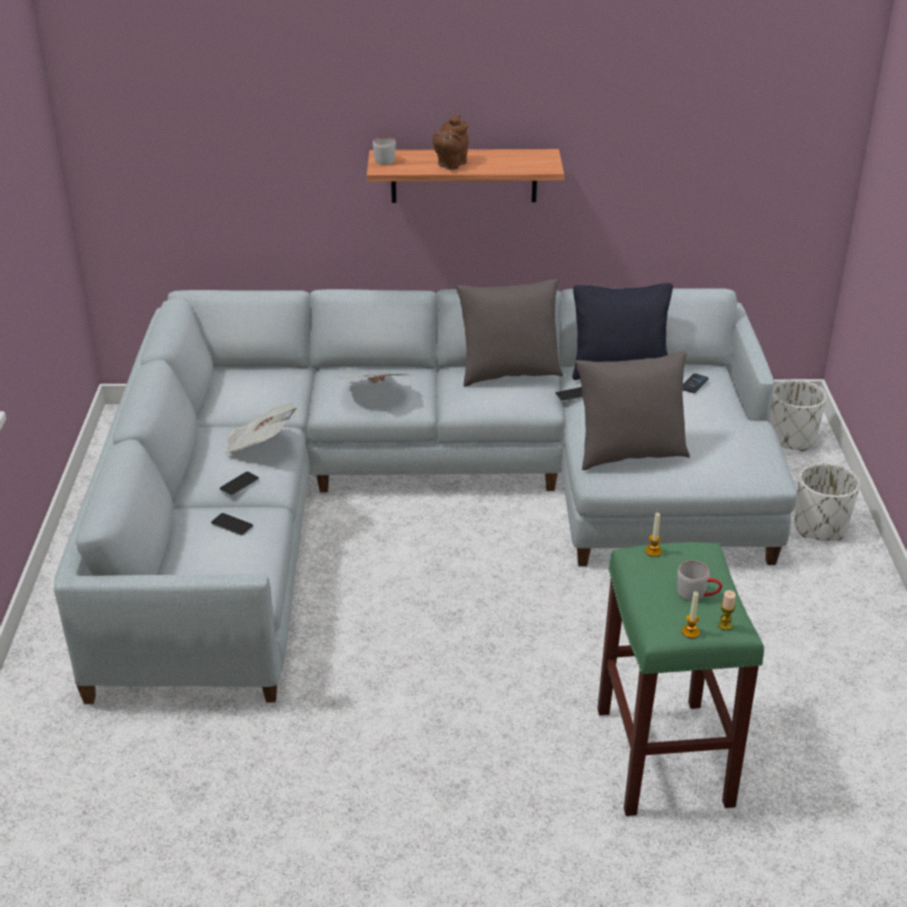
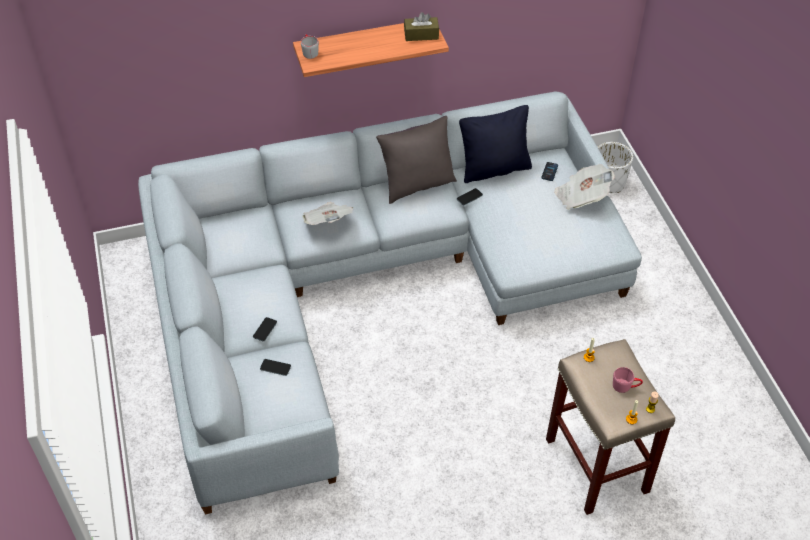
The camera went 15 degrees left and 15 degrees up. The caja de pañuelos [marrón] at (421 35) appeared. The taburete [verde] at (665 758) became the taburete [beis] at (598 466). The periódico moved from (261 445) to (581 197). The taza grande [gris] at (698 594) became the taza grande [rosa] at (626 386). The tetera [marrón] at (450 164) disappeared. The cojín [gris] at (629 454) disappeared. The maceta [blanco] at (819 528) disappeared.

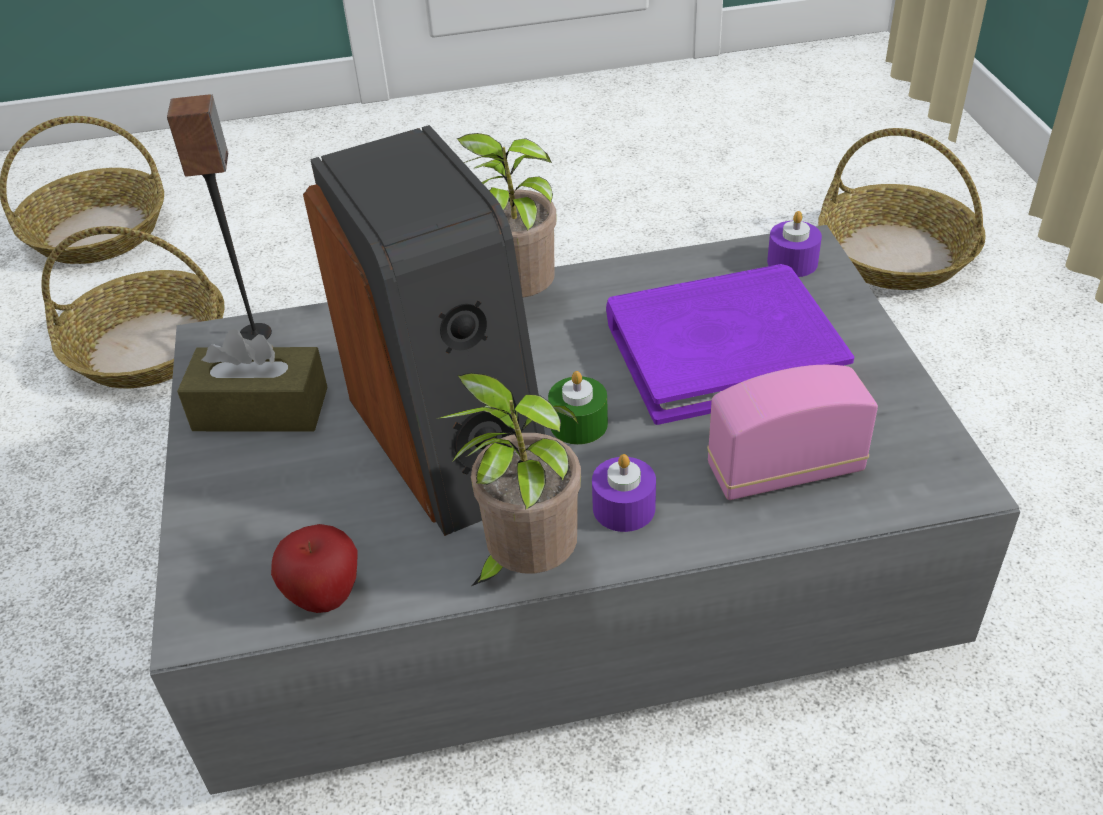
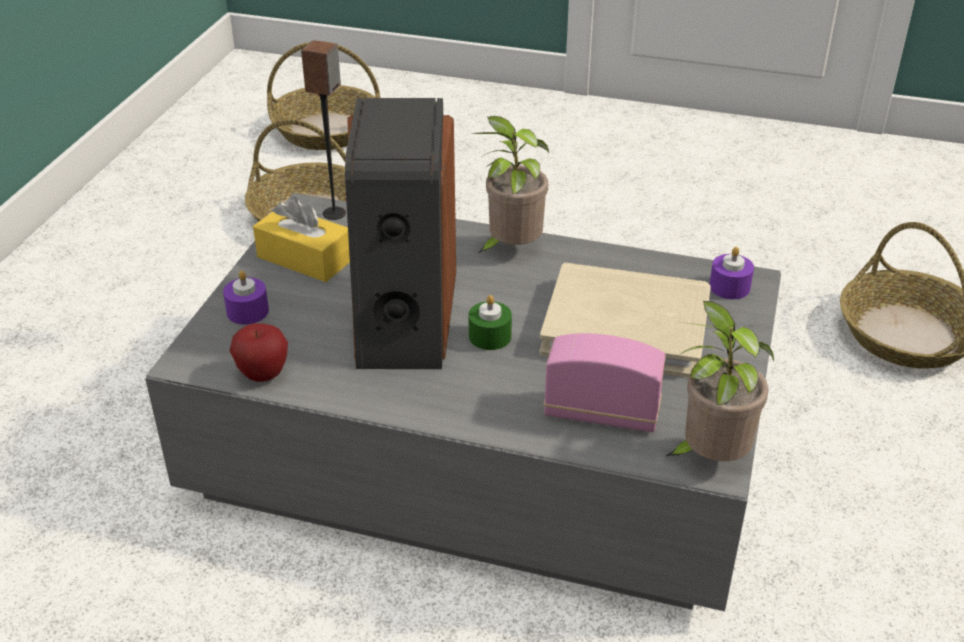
The camera went 25 degrees right and 5 degrees down. The vela [morado] moved from (624 508) to (247 311). The caja de pañuelos [marrón] at (260 409) became the caja de pañuelos [amarillo] at (305 258). The libro [morado] at (723 350) became the libro [beis] at (626 326). The planta en maceta moved from (526 566) to (709 458).

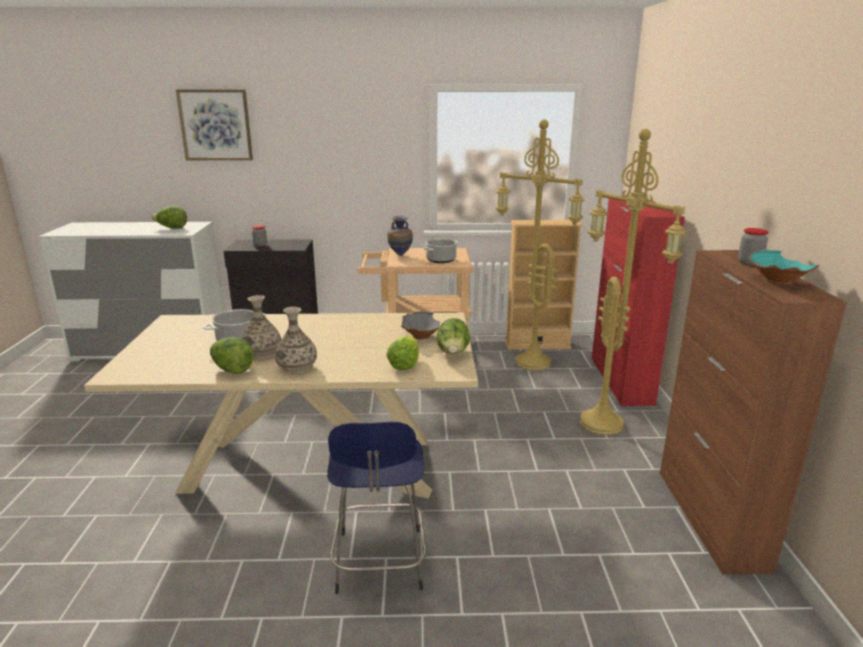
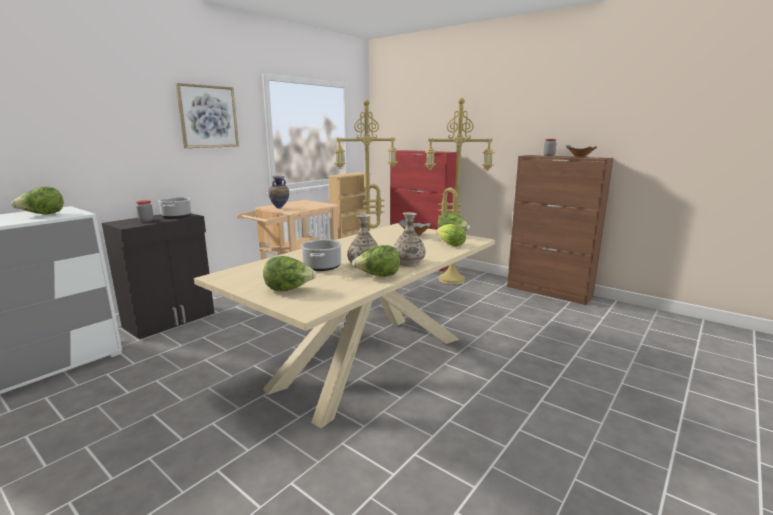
The camera went 50 degrees left and 5 degrees down. The olla moved from (441 260) to (176 216). The cuadro moved from (215 125) to (208 117). The lechuga at (289 290) appeared. The taburete [azul] at (379 563) disappeared.

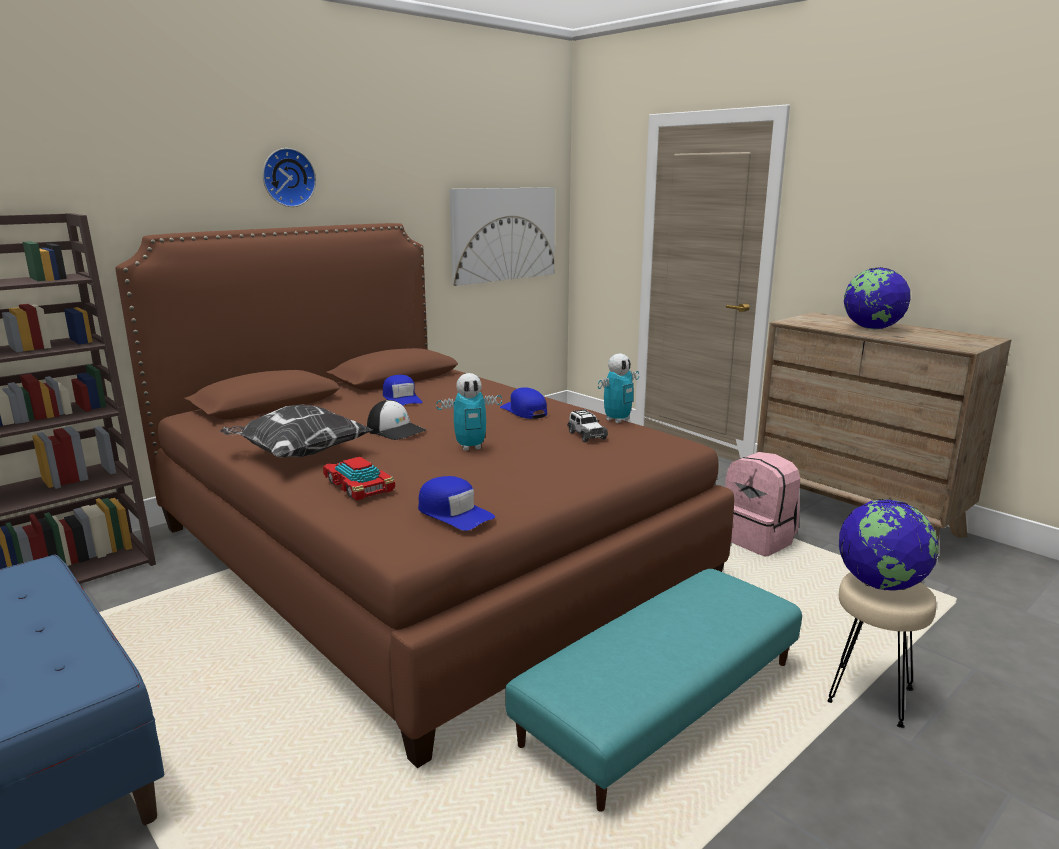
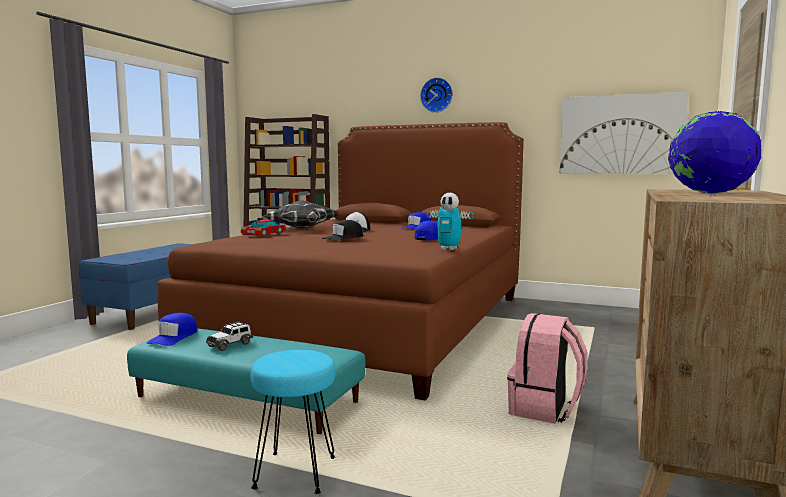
The camera went 65 degrees right and 10 degrees down. The gorra [azul] moved from (454 513) to (174 337). The coche de juguete moved from (586 435) to (230 345). The taburete [beis] at (870 695) became the taburete [turquesa] at (296 473). The robot de juguete at (470 447) was replaced by the gorra [negro] at (343 238). The globo terráqueo at (881 584) disappeared.

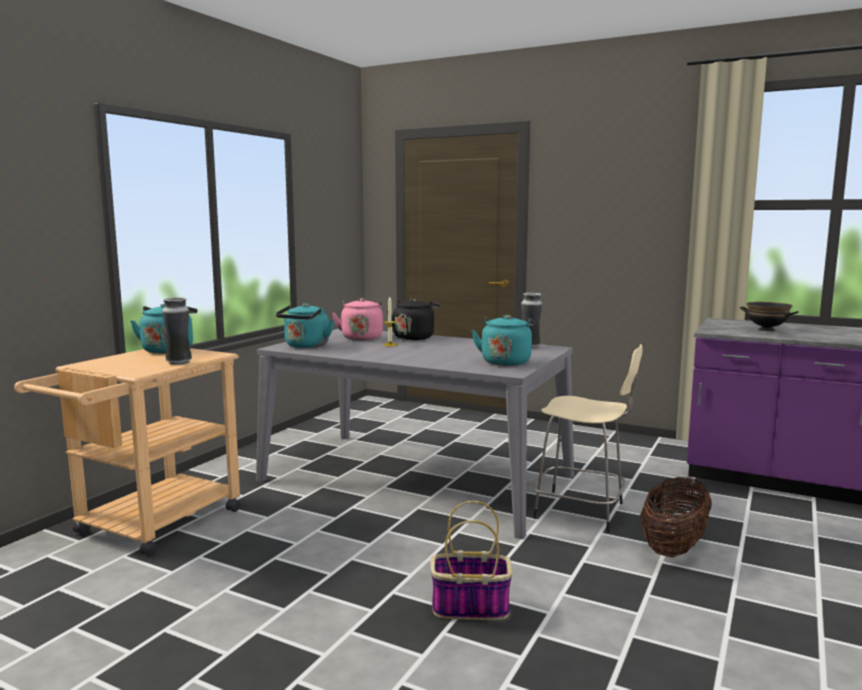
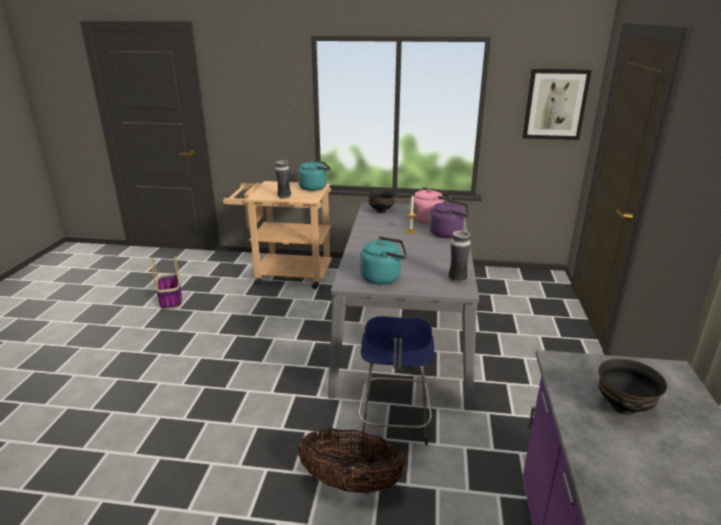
The camera went 70 degrees right and 15 degrees up. The cesta moved from (469 608) to (171 300). The taburete [beis] at (582 511) became the taburete [azul] at (394 422). The hervidor [turquesa] at (306 346) was replaced by the cuenco [negro] at (381 211). The hervidor [negro] at (414 337) became the hervidor [morado] at (448 233). The cuadro at (555 104) appeared.

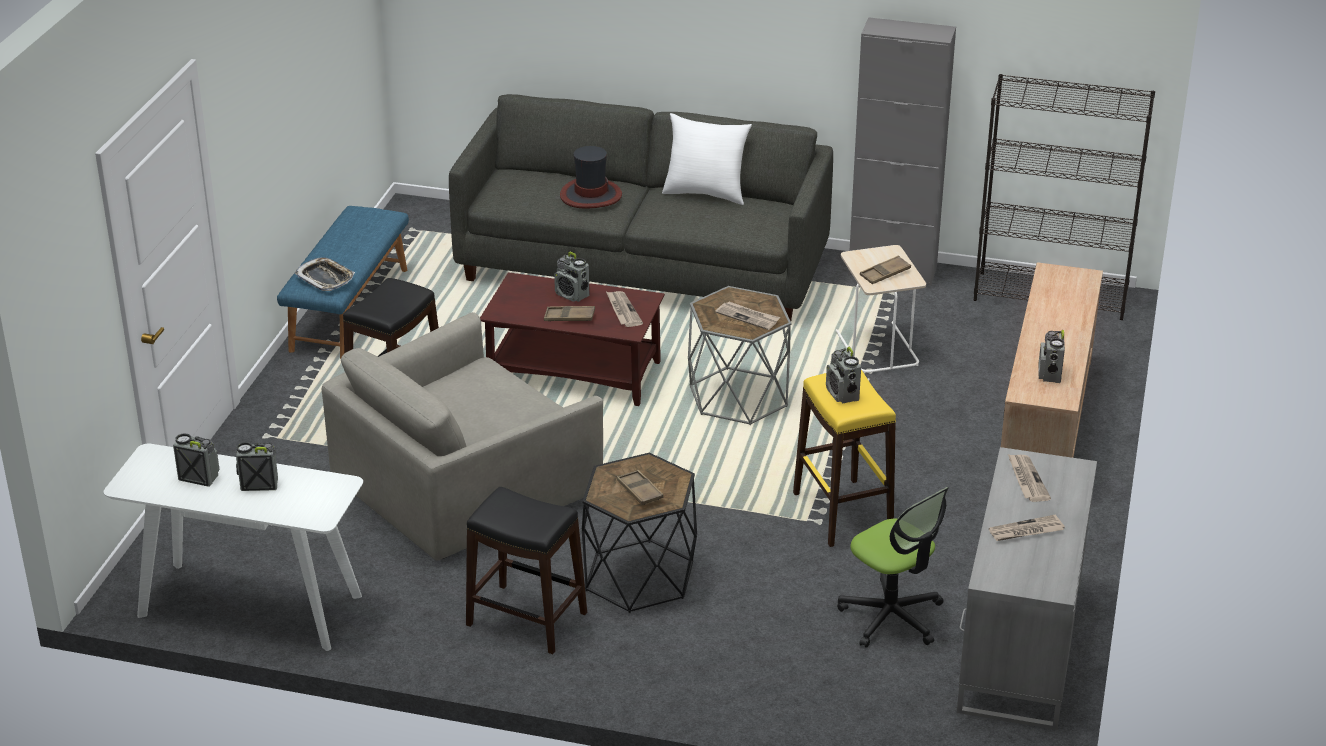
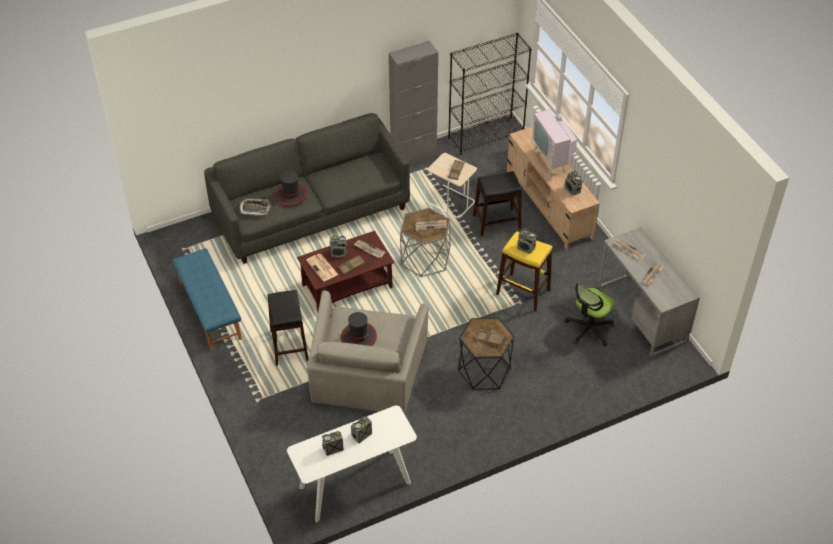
The camera went 40 degrees left and 15 degrees up. The bandeja moved from (325 278) to (255 208). The periódico at (322 268) appeared. The sombrero at (358 336) appeared. The taburete [negro] moved from (526 619) to (497 222). The televisor at (552 162) appeared. The silla de oficina at (892 617) turned 120 degrees clockwise. The cojín [blanco] at (705 193) disappeared.

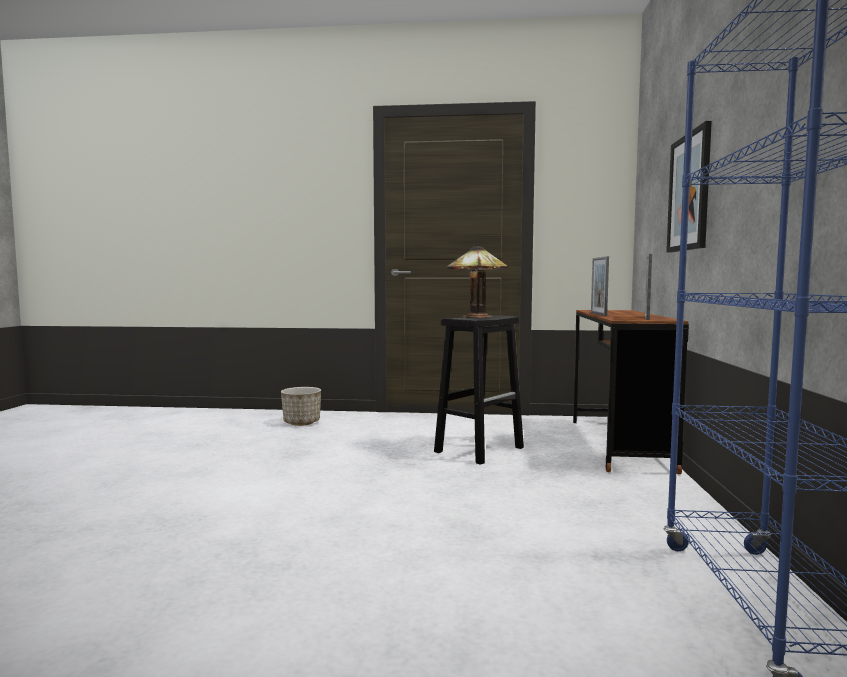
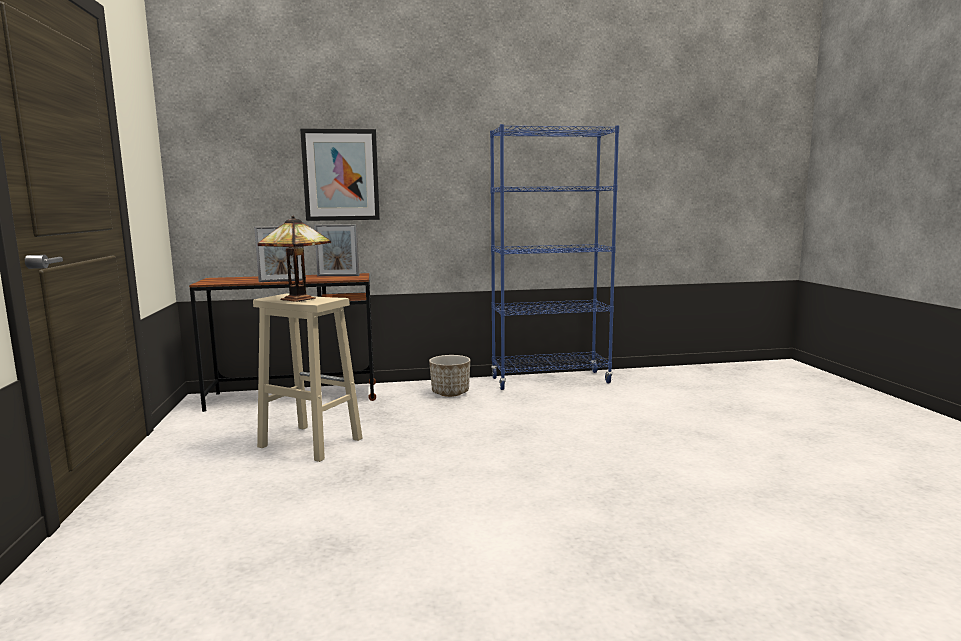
The camera went 105 degrees left and 5 degrees up. The taburete [negro] at (480 449) became the taburete [beis] at (309 442). The maceta moved from (301 422) to (450 393).

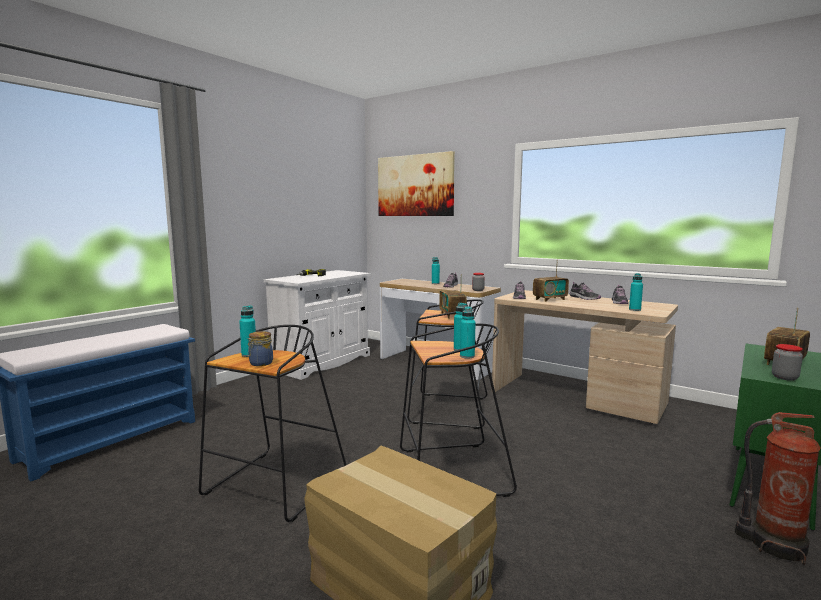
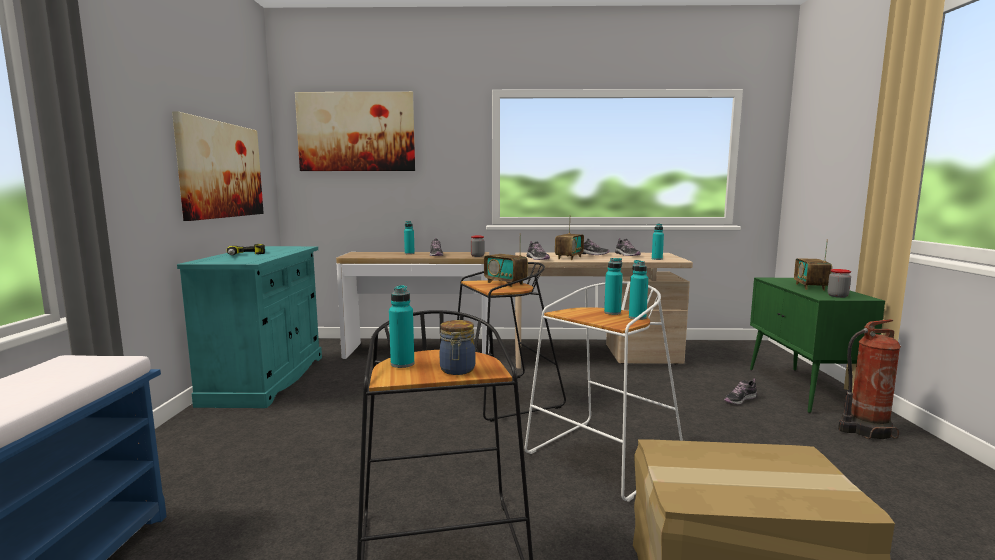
The camera went 35 degrees left and 0 degrees up. The cuadro at (221 170) appeared. The armario [blanco] at (322 362) became the armario [turquesa] at (266 379). The taburete [negro] at (451 472) became the taburete [blanco] at (603 459). The zapato at (739 399) appeared.

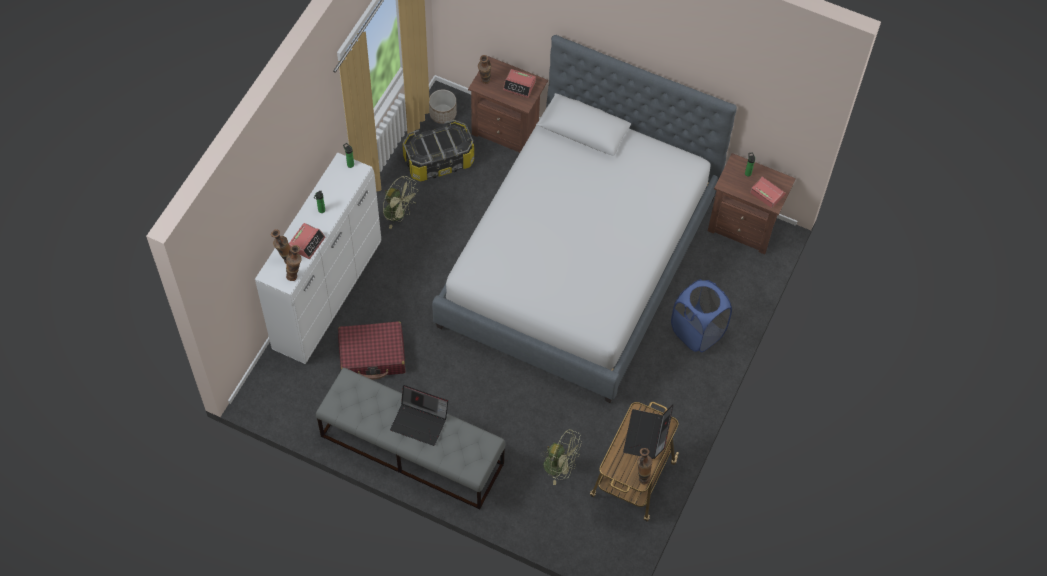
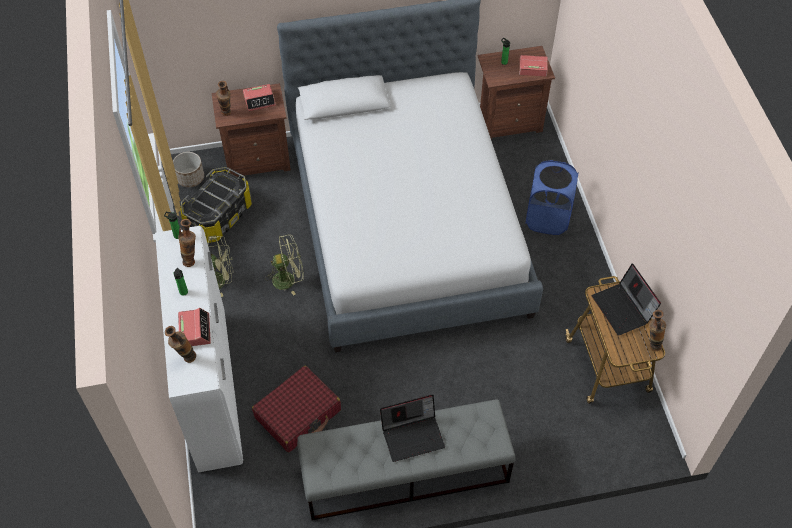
The camera went 35 degrees left and 5 degrees down. The florero moved from (295 276) to (191 260). The ventilador [verde] moved from (560 466) to (288 279).

